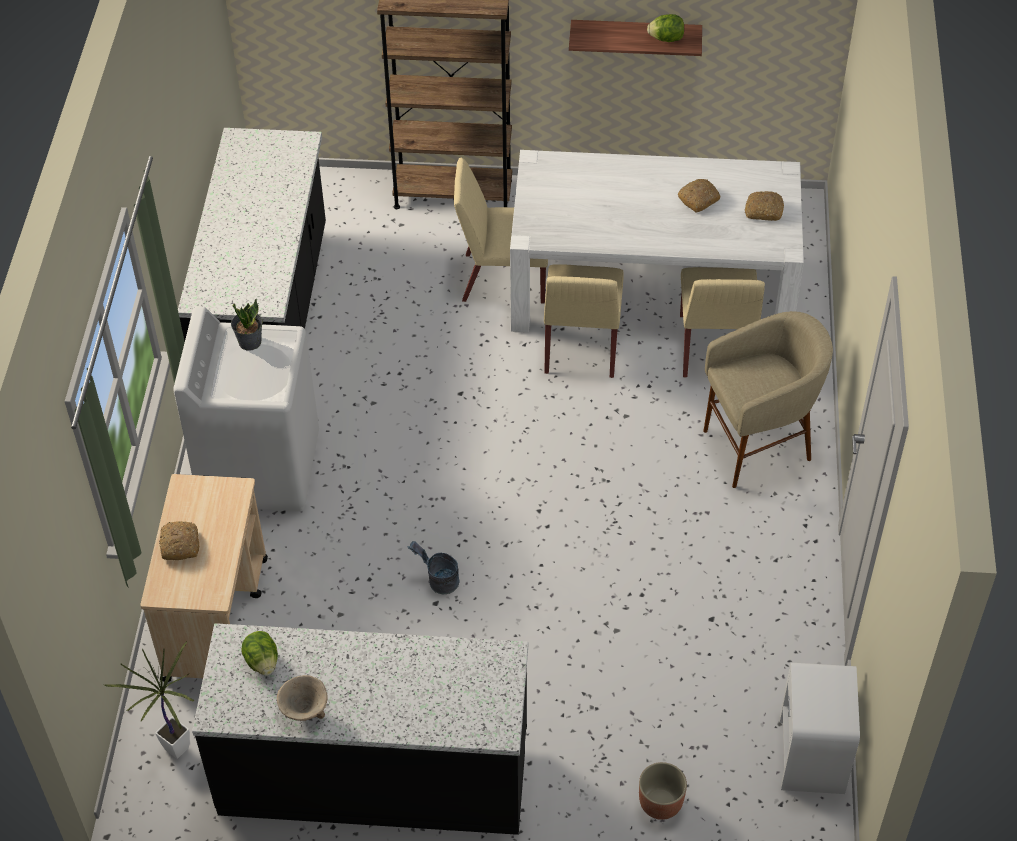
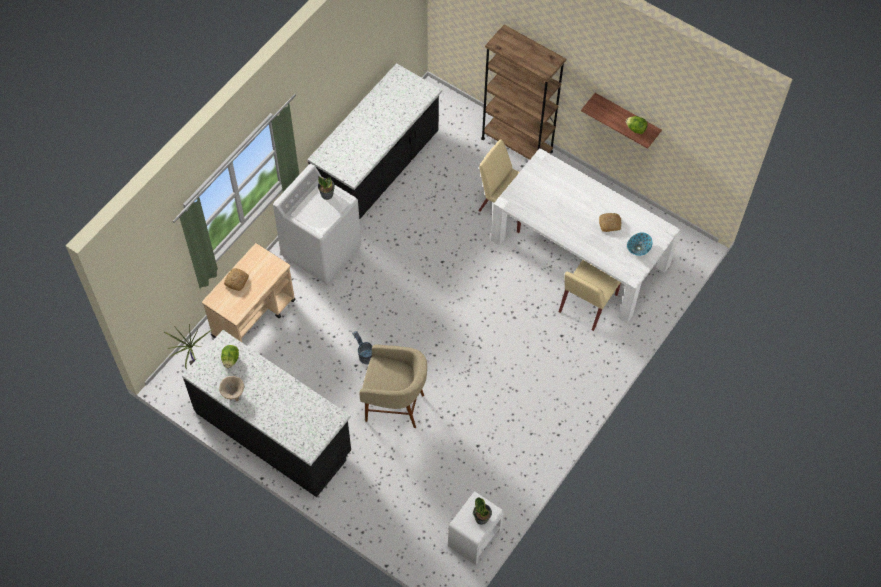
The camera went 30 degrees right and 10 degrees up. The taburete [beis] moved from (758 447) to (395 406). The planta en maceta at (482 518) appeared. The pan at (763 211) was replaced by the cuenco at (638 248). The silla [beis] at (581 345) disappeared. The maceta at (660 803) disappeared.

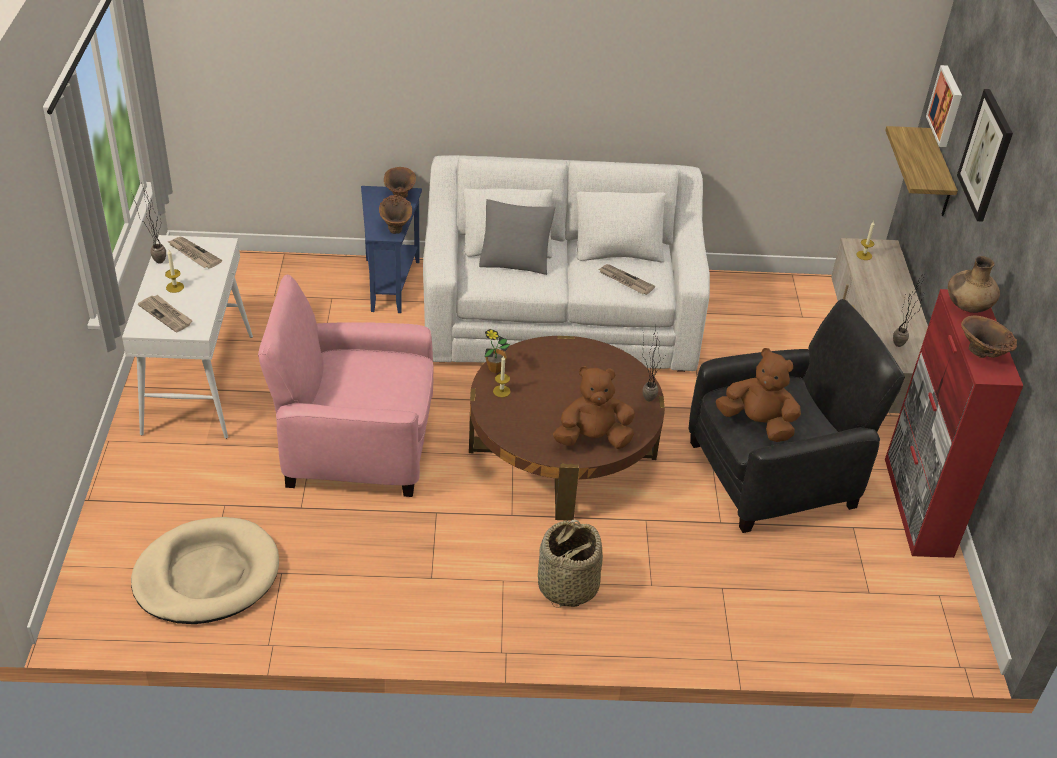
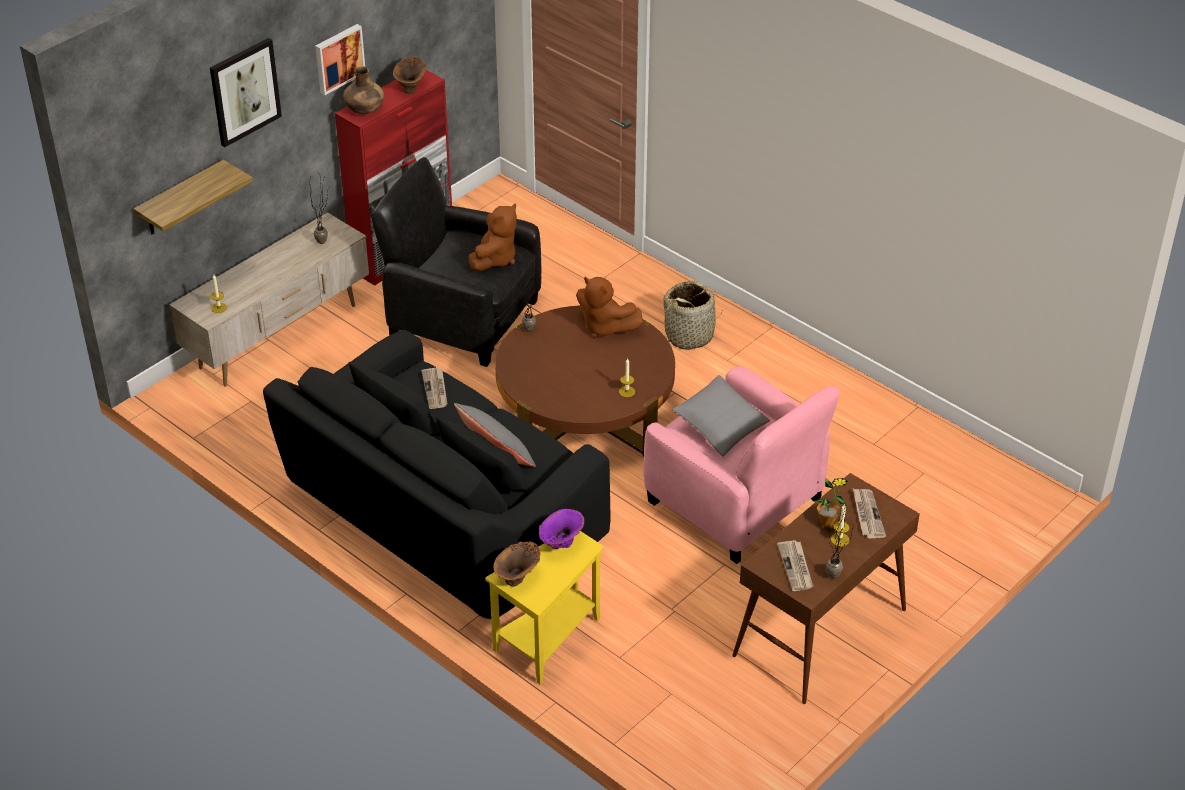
The camera went 135 degrees left and 0 degrees up. The sofá [blanco] at (560 317) became the sofá [negro] at (442 516). The cuadro moved from (946 106) to (338 58). The peluche [marrón] at (757 423) turned 135 degrees counterclockwise. The mesa auxiliar [azul] at (390 283) became the mesa auxiliar [amarillo] at (547 642). The florero [marrón] at (396 227) became the florero [morado] at (560 544). The cojín [gris] at (720 426) appeared. The mesa consola [blanco] at (198 383) became the mesa consola [marrón] at (819 634). The planta en maceta moved from (495 369) to (827 522). The cama para perro [beis] at (207 575) disappeared.

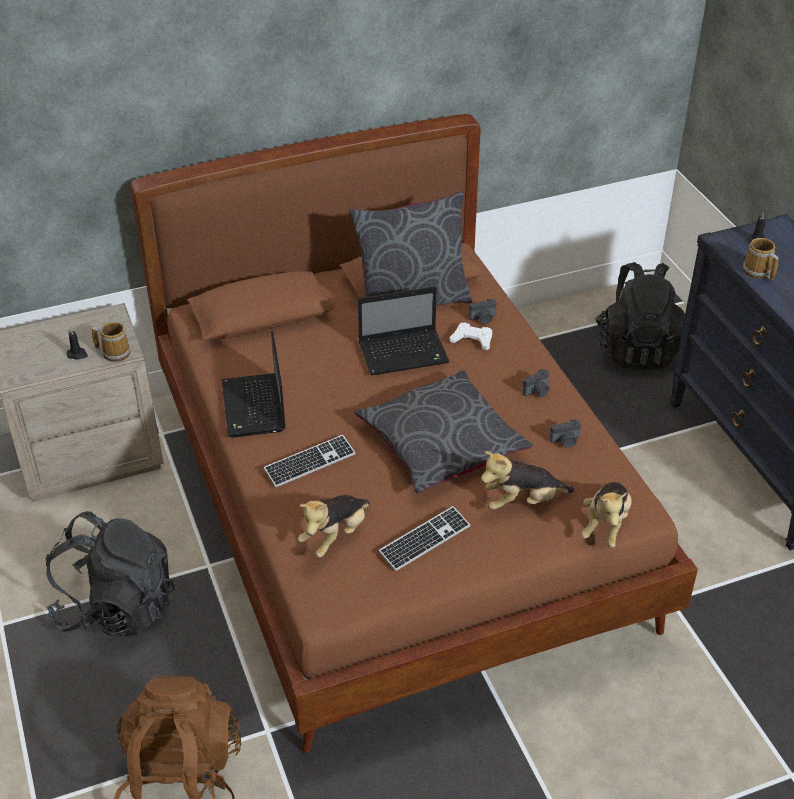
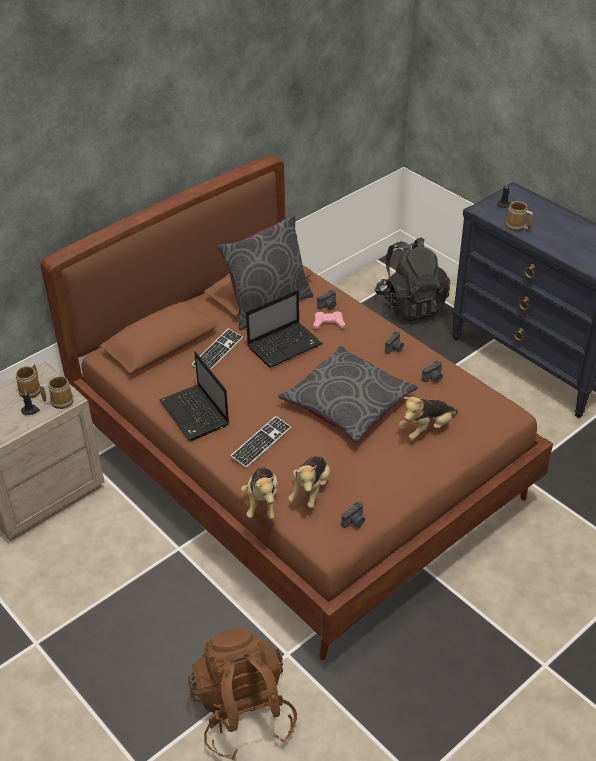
The camera went 20 degrees left and 0 degrees up. The taza grande at (31 390) appeared. The teclado moved from (425 540) to (217 352). The peluche moved from (605 525) to (262 502). The mando de consola [blanco] at (472 339) became the mando de consola [rosa] at (328 323). The cámara at (354 522) appeared. The mochila [negro] at (117 607) disappeared.

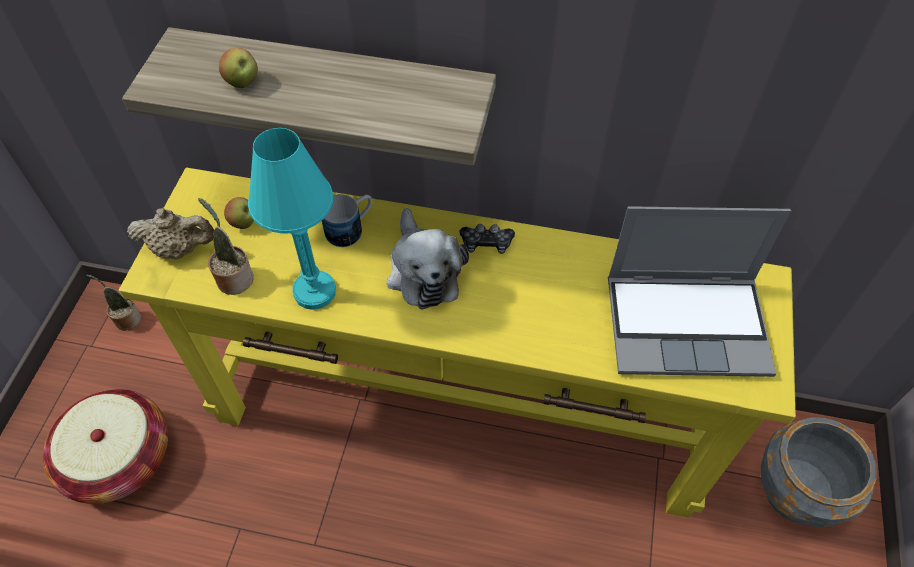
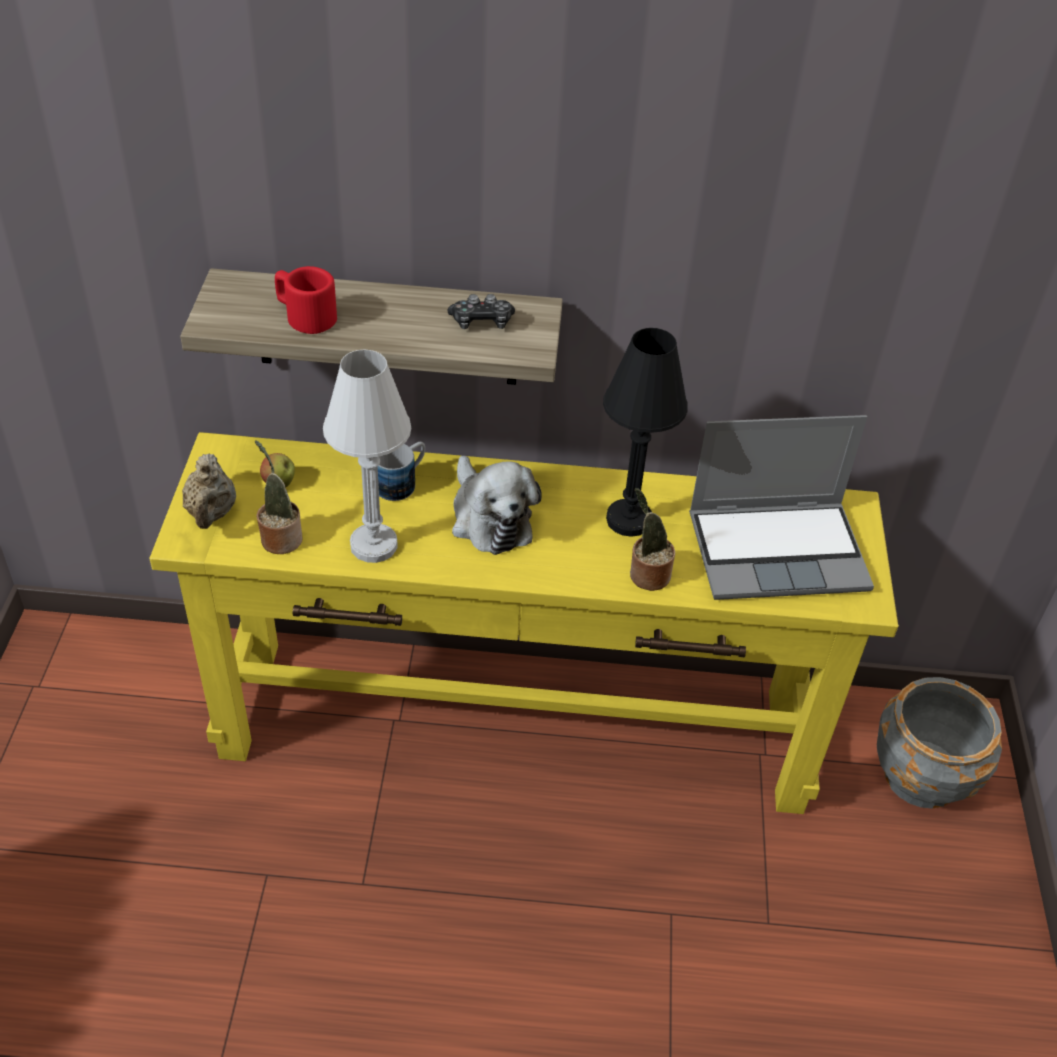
The camera went 10 degrees left and 10 degrees down. The tetera [beis] at (180 249) turned 90 degrees clockwise. The manzana at (242 82) was replaced by the taza grande [rojo] at (305 316). The lámpara de mesa [turquesa] at (314 291) became the lámpara de mesa [blanco] at (373 545). The mando de consola moved from (486 244) to (481 322). The lámpara de mesa [negro] at (628 520) appeared. The planta en maceta moved from (126 319) to (646 574). The cesta at (119 458) disappeared.

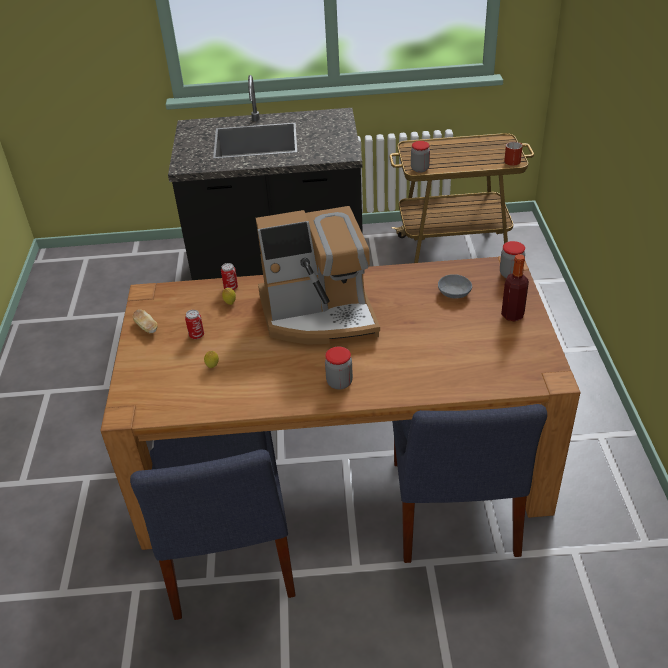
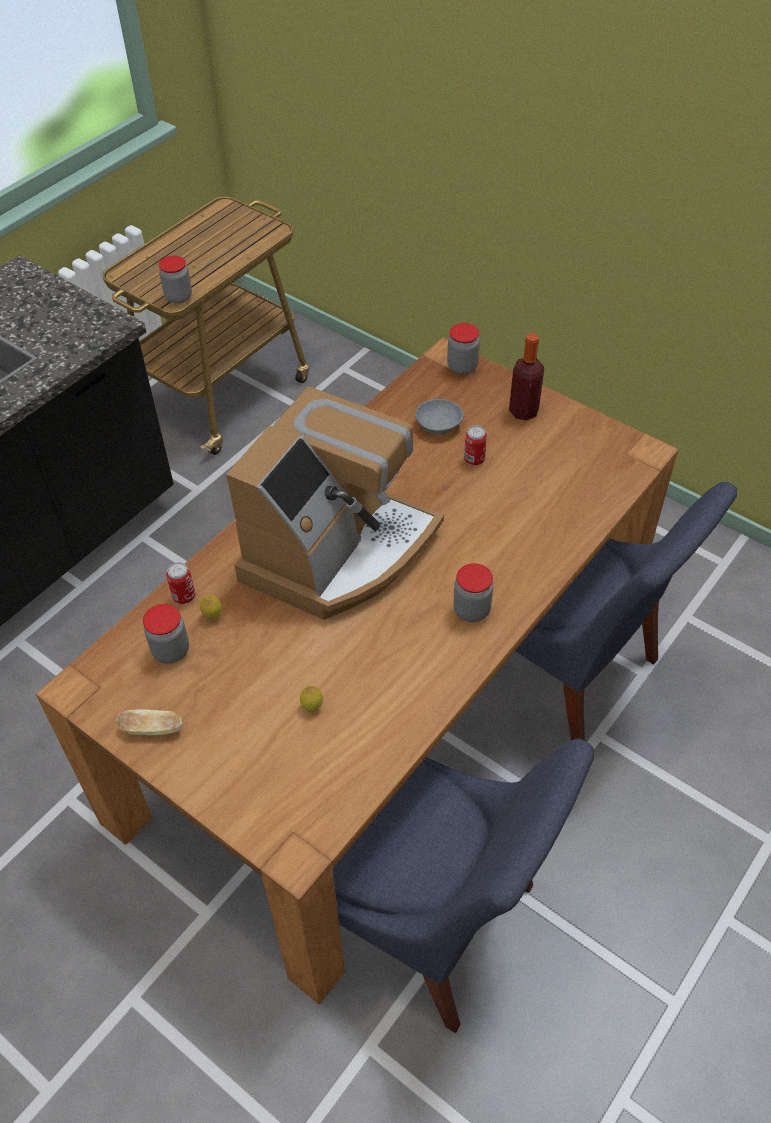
The camera went 50 degrees left and 10 degrees up. The tarro at (171 651) appeared. The lata moved from (196 335) to (474 459). The taza grande [rojo] at (513 160) disappeared.

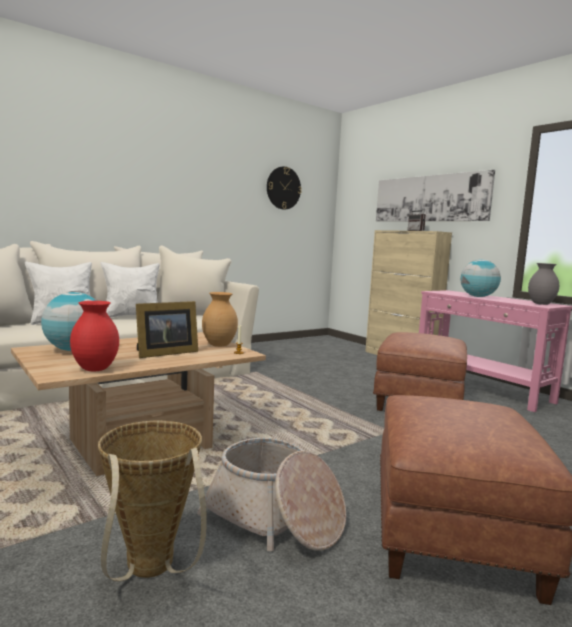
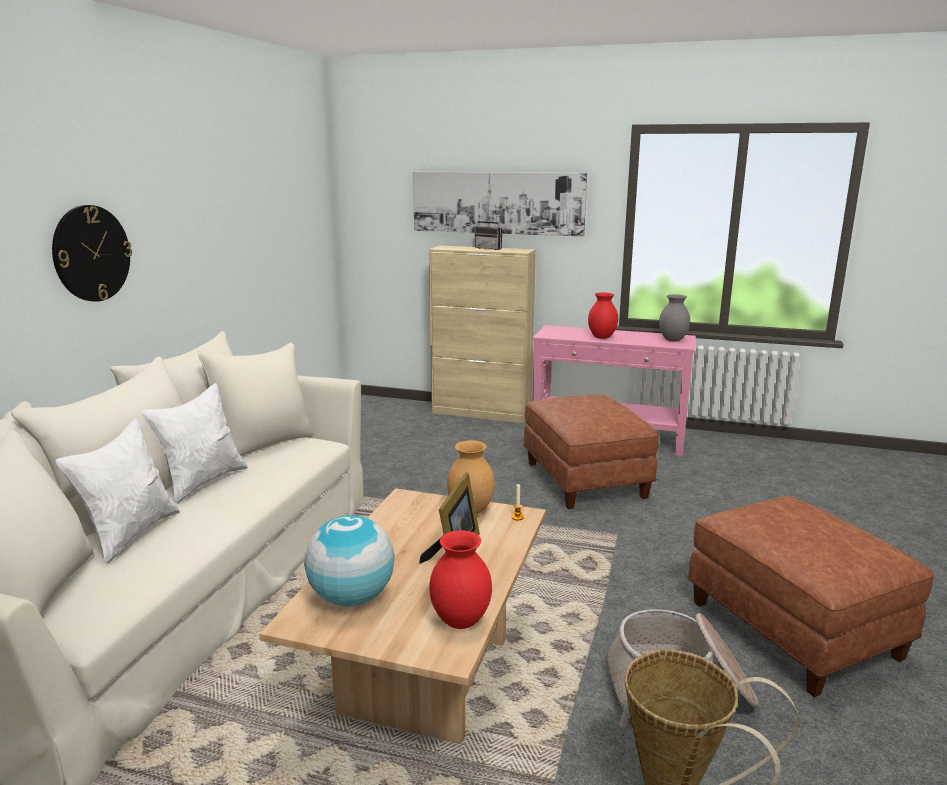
The camera went 35 degrees left and 10 degrees up. The reloj de pared moved from (283 188) to (91 253). The globo terráqueo at (478 296) was replaced by the florero [rojo] at (602 337).

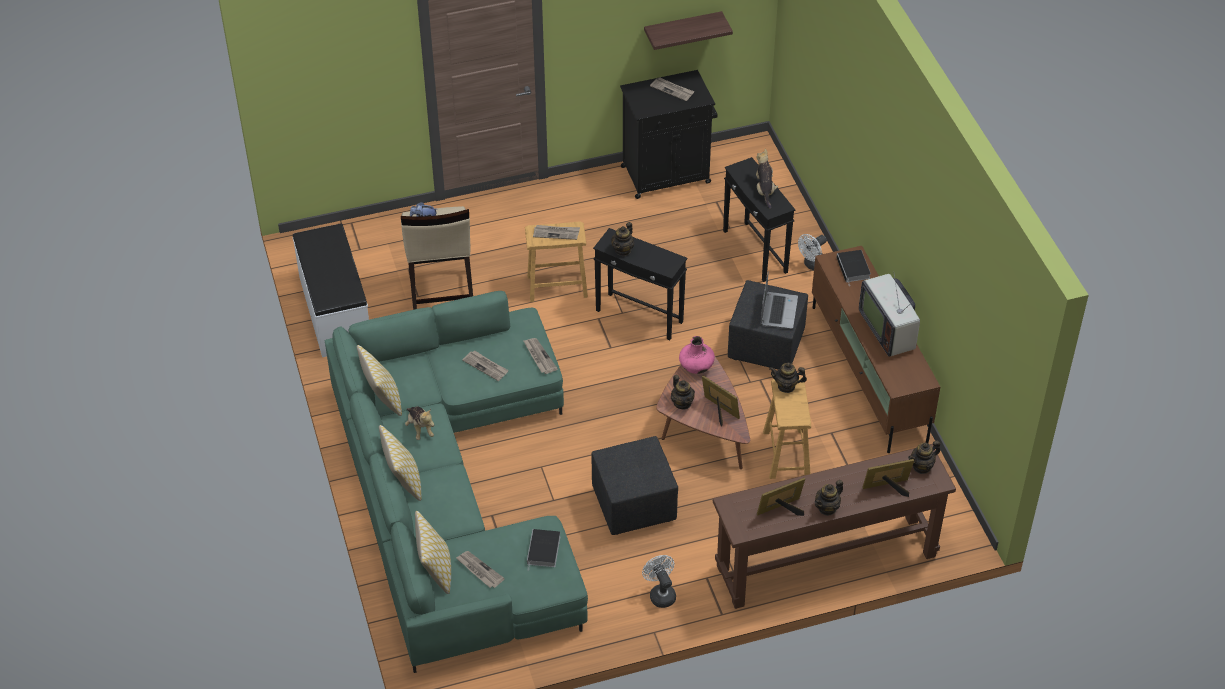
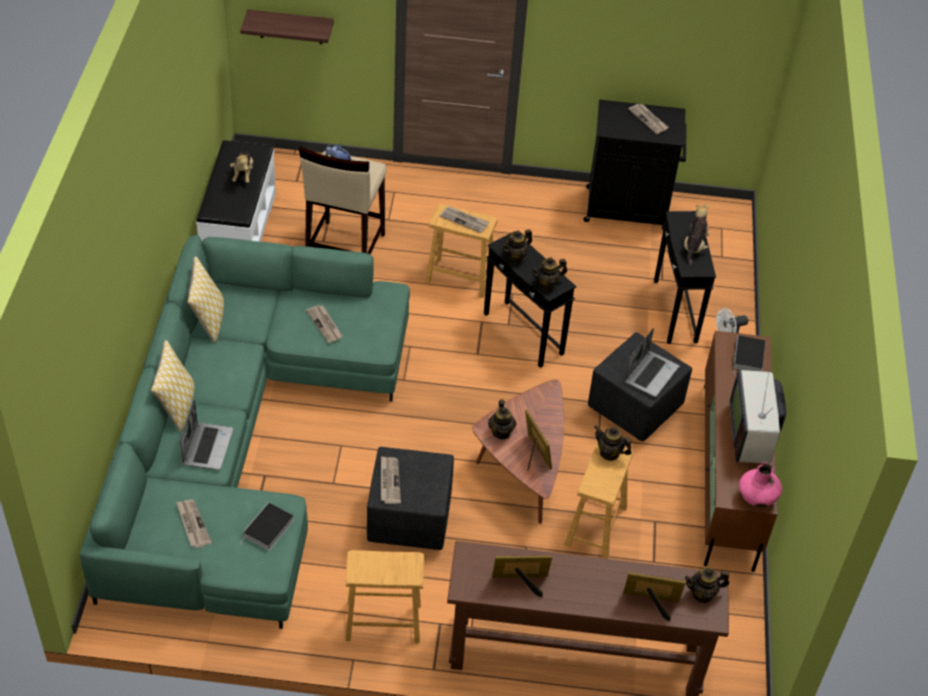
The camera went 20 degrees right and 0 degrees up. The portátil at (207 446) appeared. The peluche moved from (420 428) to (243 174). The estante moved from (682 30) to (291 27). The ventilador [blanco] at (660 594) was replaced by the taburete [marrón] at (383 621). The periódico moved from (539 356) to (389 481). The tetera moved from (827 508) to (547 284). The florero [rosa] moved from (696 367) to (757 497). The cojín at (435 571) disappeared.

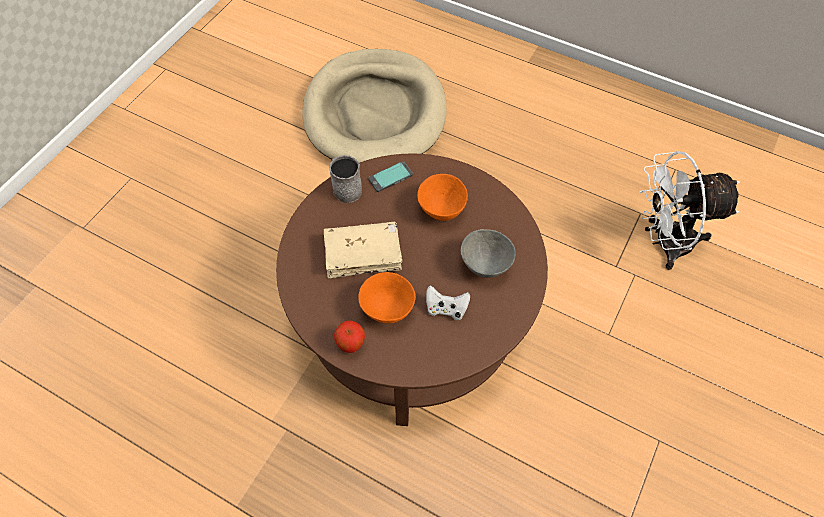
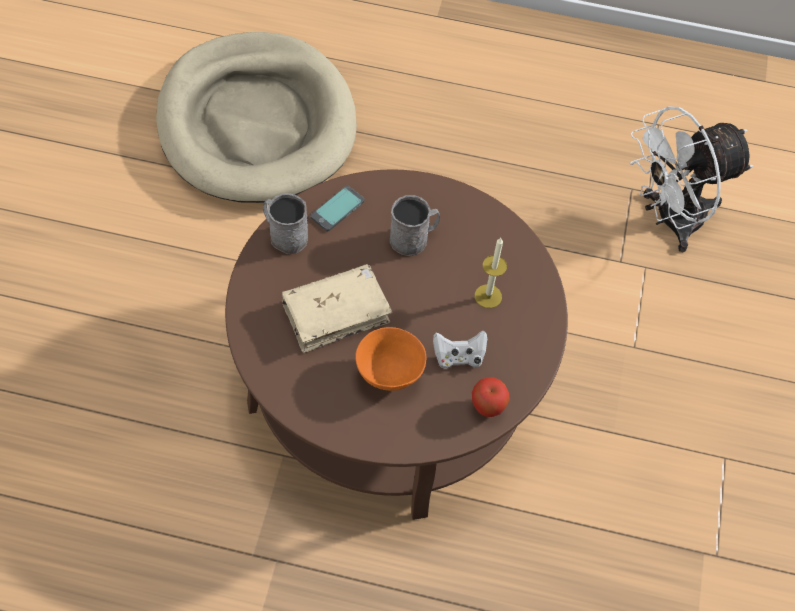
The camera went 20 degrees left and 0 degrees up. The cuenco [naranja] at (441 210) was replaced by the taza grande [gris] at (414 238). The manzana moved from (351 345) to (487 407). The cuenco [gris] at (484 267) was replaced by the vela at (488 296).

